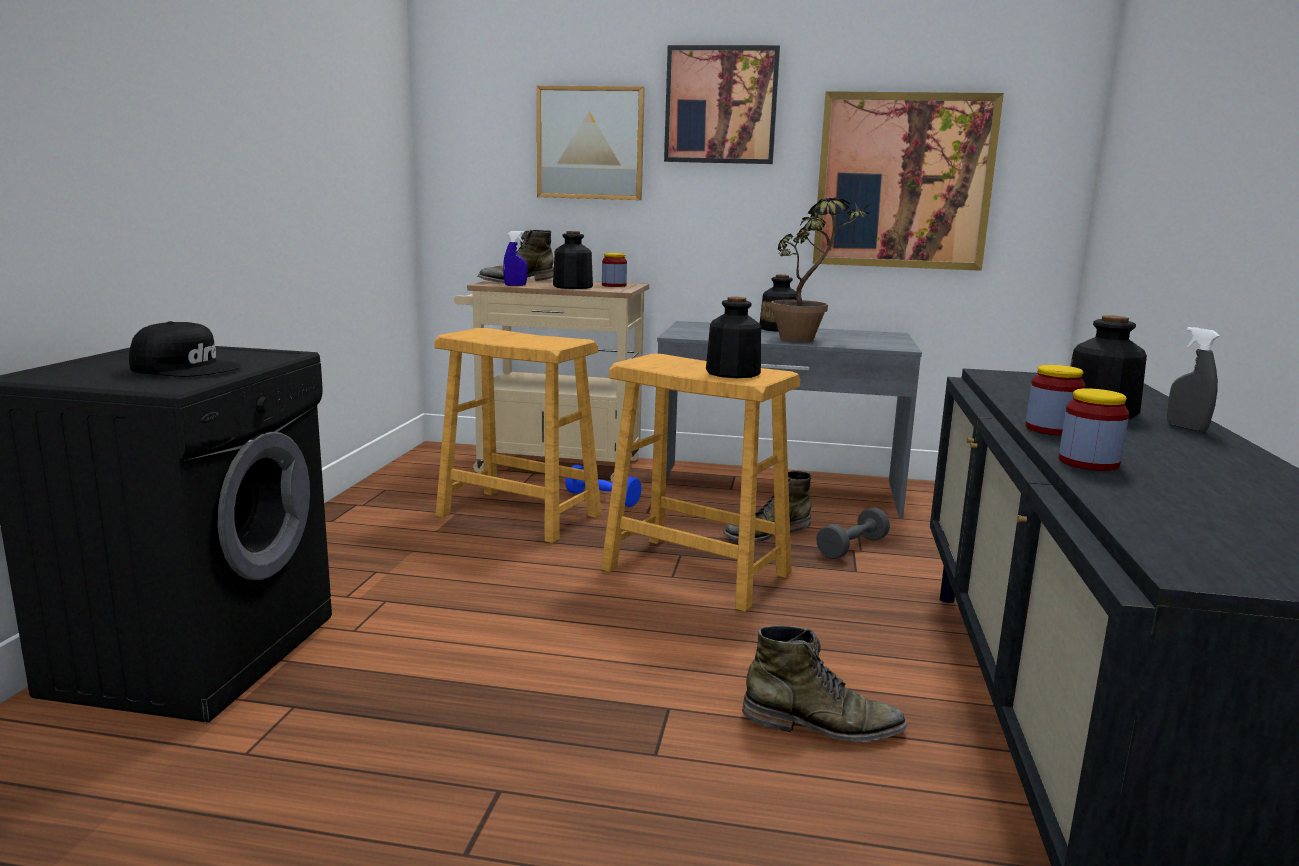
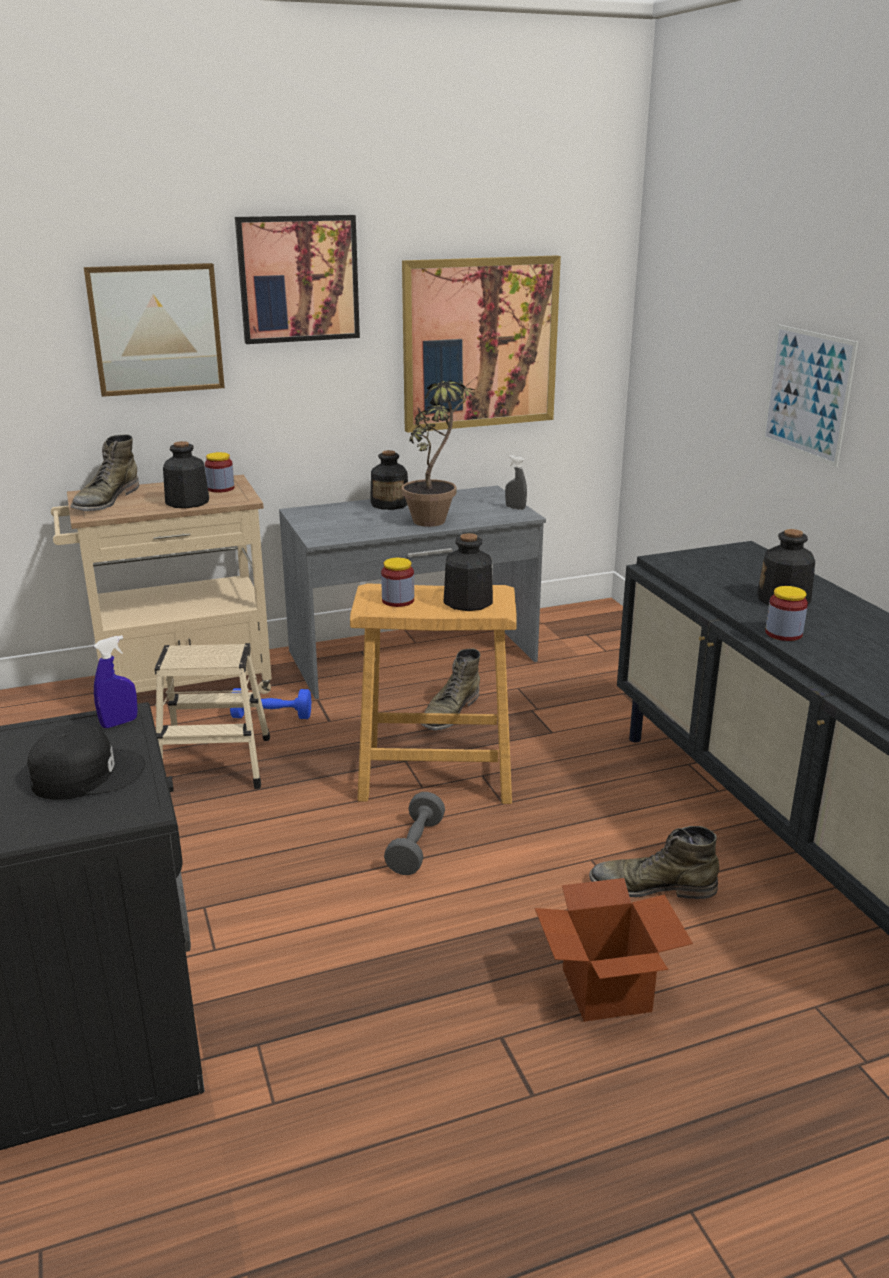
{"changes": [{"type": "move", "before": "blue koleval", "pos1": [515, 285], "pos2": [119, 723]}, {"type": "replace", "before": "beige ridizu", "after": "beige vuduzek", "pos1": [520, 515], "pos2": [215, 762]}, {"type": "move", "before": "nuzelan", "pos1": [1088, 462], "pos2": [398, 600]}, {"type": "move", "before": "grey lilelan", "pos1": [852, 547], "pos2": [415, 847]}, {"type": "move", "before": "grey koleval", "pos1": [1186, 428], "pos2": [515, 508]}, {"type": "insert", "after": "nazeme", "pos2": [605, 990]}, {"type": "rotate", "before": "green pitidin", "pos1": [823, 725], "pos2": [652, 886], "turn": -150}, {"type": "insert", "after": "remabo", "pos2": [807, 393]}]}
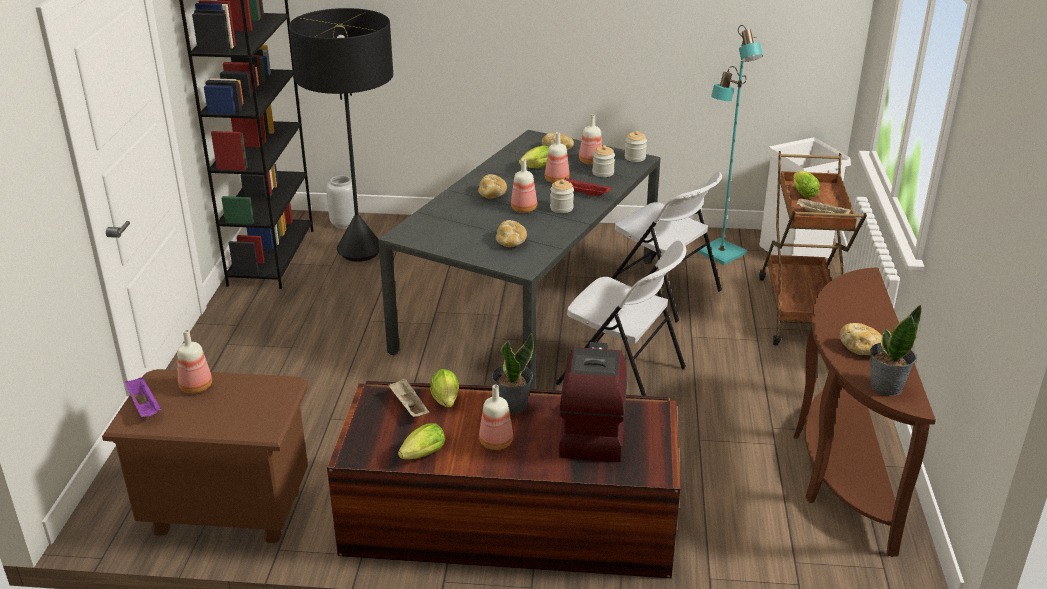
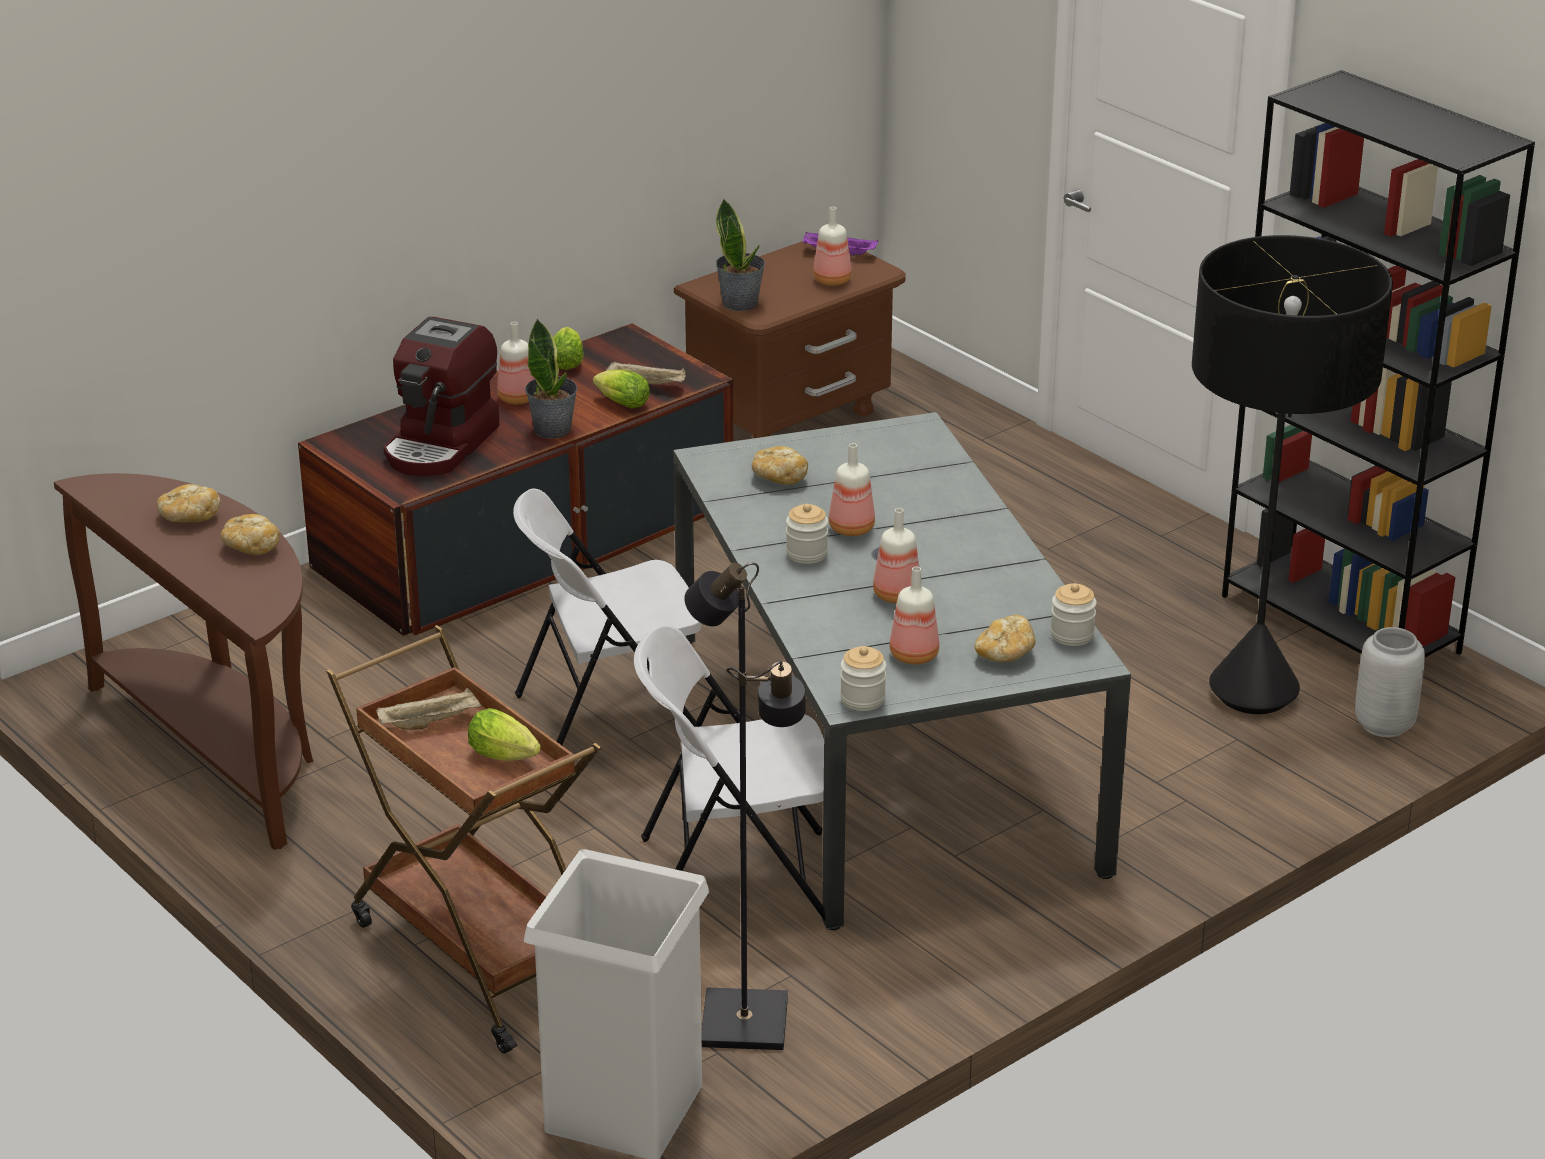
{"changes": [{"type": "move", "before": "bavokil", "pos1": [492, 195], "pos2": [251, 547]}, {"type": "rotate", "before": "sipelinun", "pos1": [591, 431], "pos2": [442, 445], "turn": 60}, {"type": "recolor", "before": "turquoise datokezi", "after": "black datokezi", "pos1": [721, 252], "pos2": [745, 1022]}, {"type": "move", "before": "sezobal", "pos1": [885, 386], "pos2": [740, 303]}, {"type": "move", "before": "nuzelan", "pos1": [603, 173], "pos2": [1072, 635]}, {"type": "delete", "before": "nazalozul", "pos1": [535, 168]}, {"type": "delete", "before": "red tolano", "pos1": [584, 194]}]}
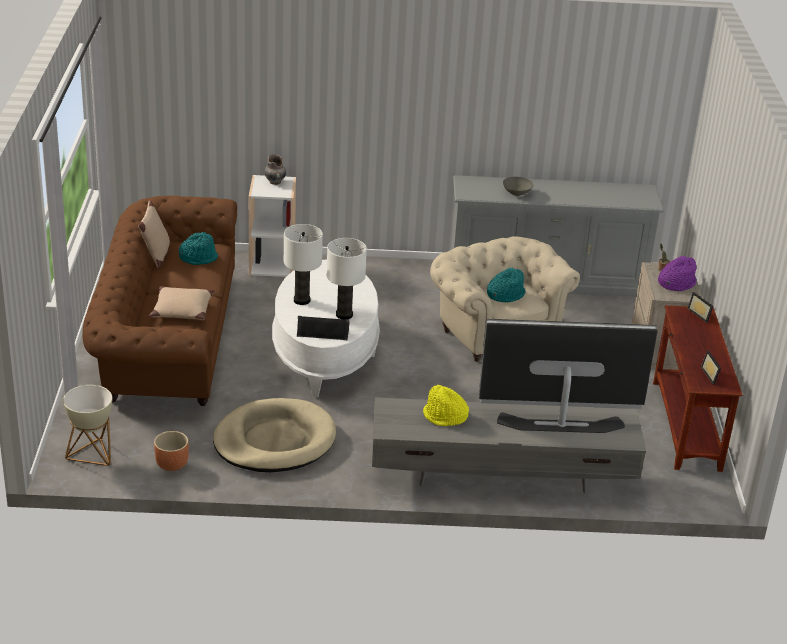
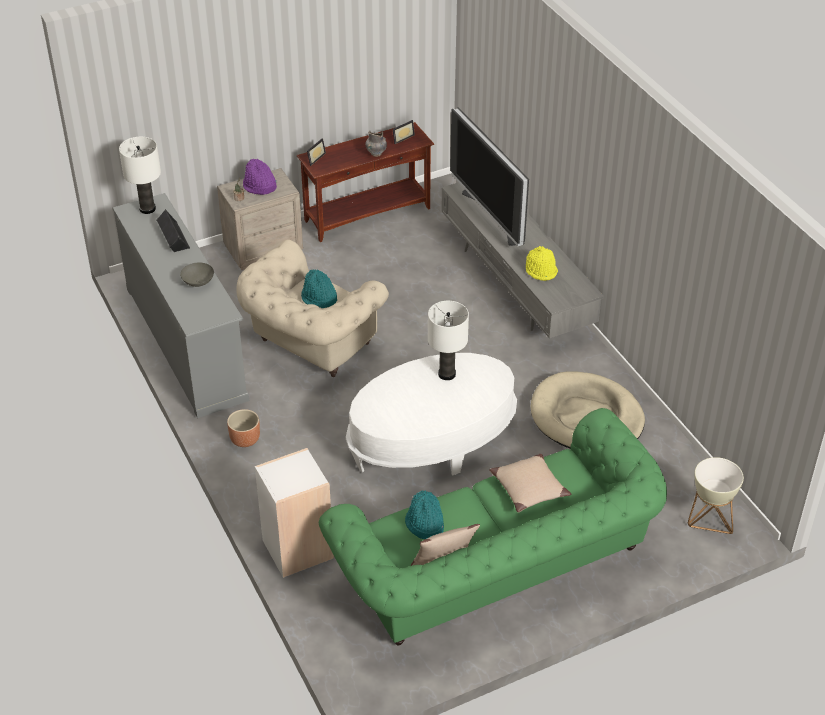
{"changes": [{"type": "move", "before": "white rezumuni", "pos1": [302, 300], "pos2": [147, 209]}, {"type": "move", "before": "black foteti", "pos1": [323, 332], "pos2": [172, 237]}, {"type": "move", "before": "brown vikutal", "pos1": [172, 465], "pos2": [245, 439]}, {"type": "recolor", "before": "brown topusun", "after": "green topusun", "pos1": [166, 335], "pos2": [498, 566]}, {"type": "move", "before": "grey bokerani", "pos1": [275, 182], "pos2": [376, 153]}]}
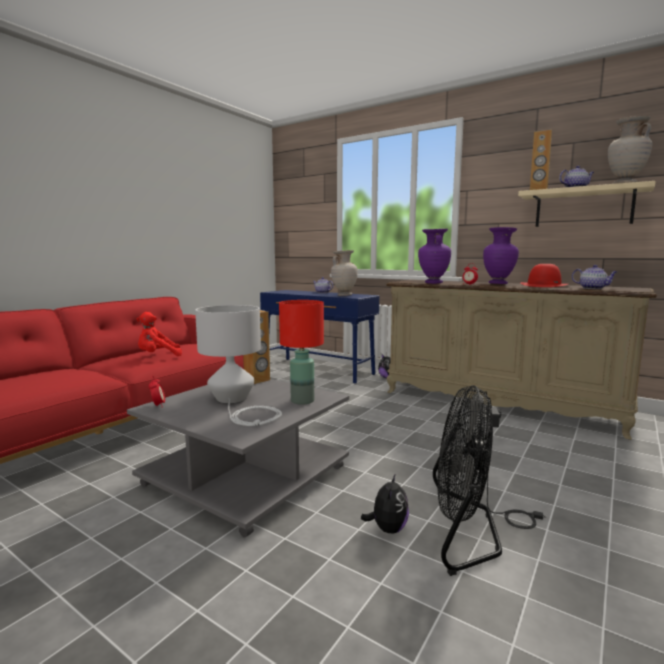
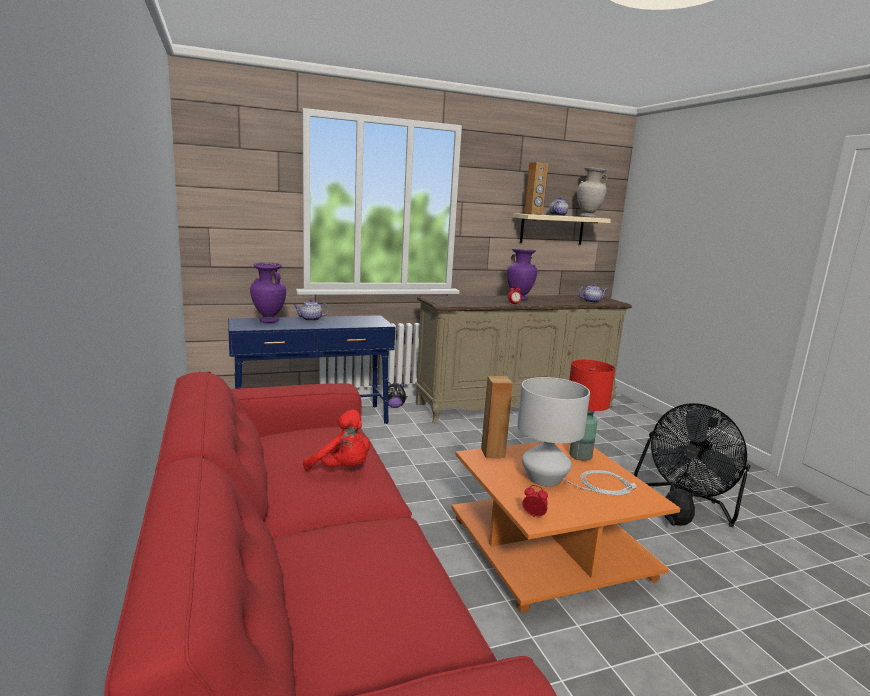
{"changes": [{"type": "move", "before": "purple bokerani", "pos1": [433, 283], "pos2": [268, 321]}, {"type": "rotate", "before": "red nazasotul", "pos1": [158, 356], "pos2": [342, 469], "turn": -75}, {"type": "recolor", "before": "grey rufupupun", "after": "orange rufupupun", "pos1": [246, 475], "pos2": [547, 548]}, {"type": "delete", "before": "beige bokerani", "pos1": [344, 295]}, {"type": "delete", "before": "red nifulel", "pos1": [544, 285]}]}
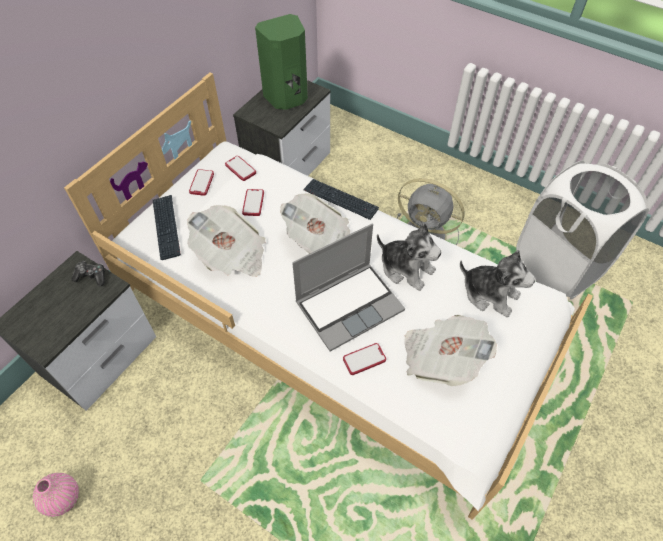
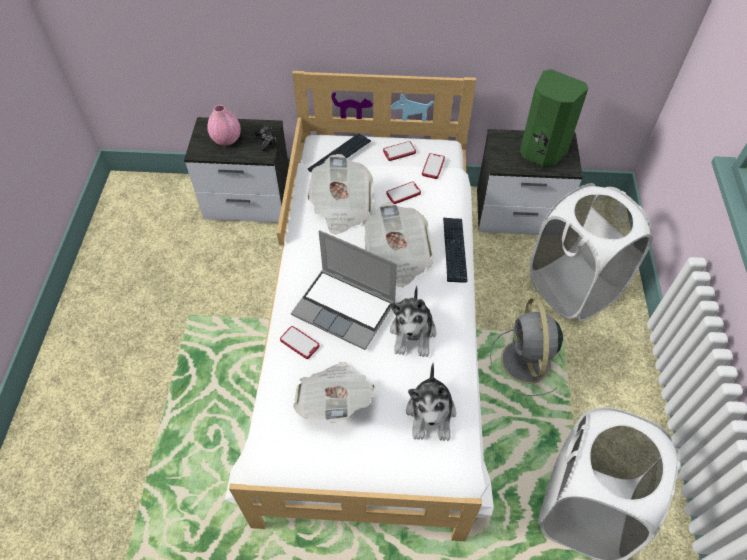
{"changes": [{"type": "move", "before": "pink bokerani", "pos1": [63, 498], "pos2": [226, 139]}, {"type": "insert", "after": "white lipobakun", "pos2": [572, 288]}]}
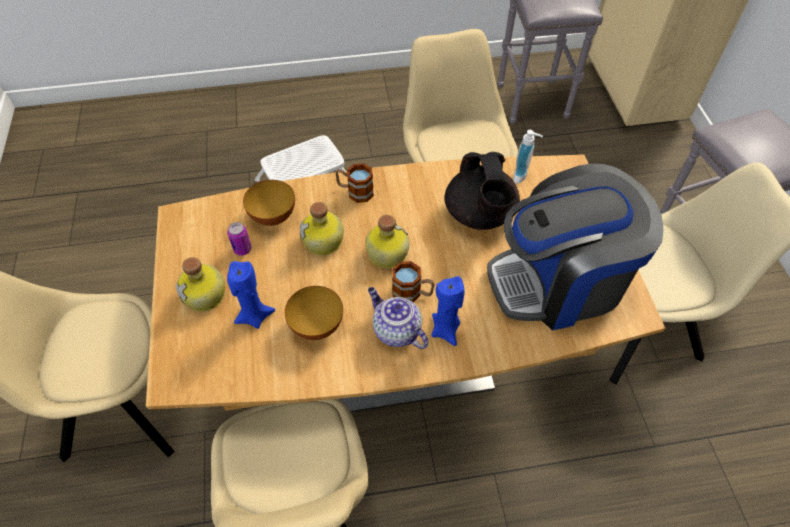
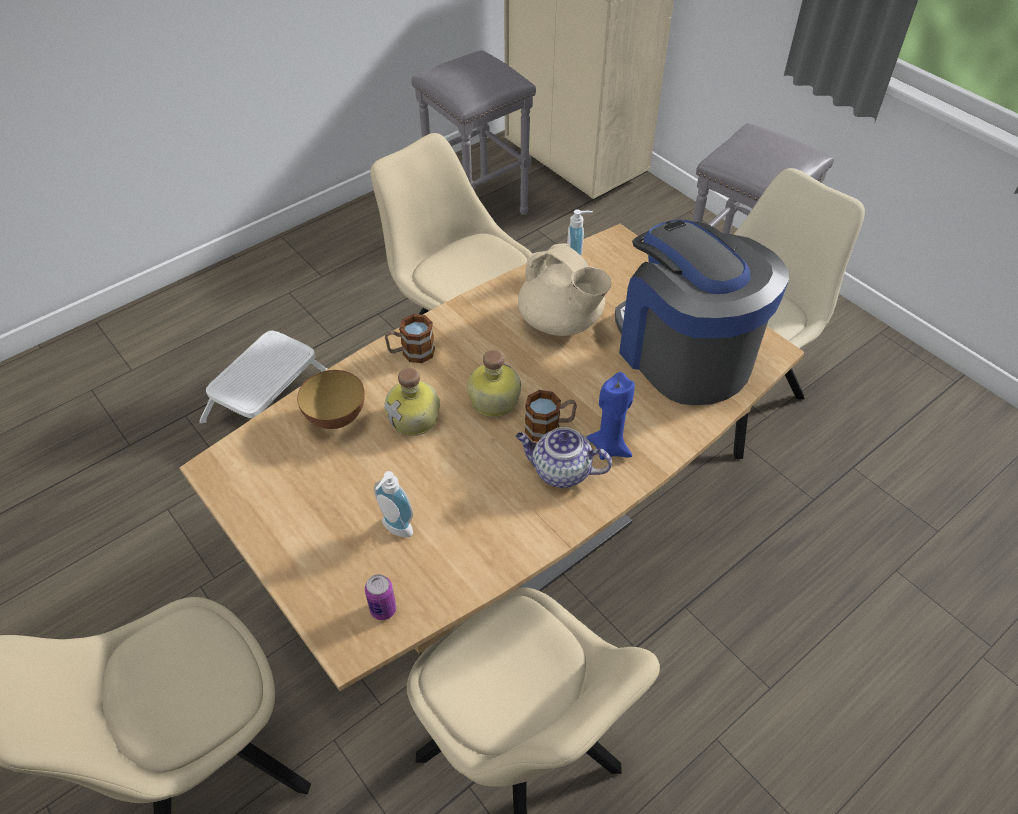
{"changes": [{"type": "move", "before": "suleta", "pos1": [242, 249], "pos2": [383, 609]}, {"type": "replace", "before": "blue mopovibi", "after": "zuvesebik", "pos1": [254, 316], "pos2": [394, 530]}, {"type": "recolor", "before": "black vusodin", "after": "beige vusodin", "pos1": [480, 215], "pos2": [561, 322]}, {"type": "rotate", "before": "sipelinun", "pos1": [559, 282], "pos2": [683, 353], "turn": 105}, {"type": "delete", "before": "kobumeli", "pos1": [206, 295]}, {"type": "delete", "before": "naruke", "pos1": [317, 326]}]}
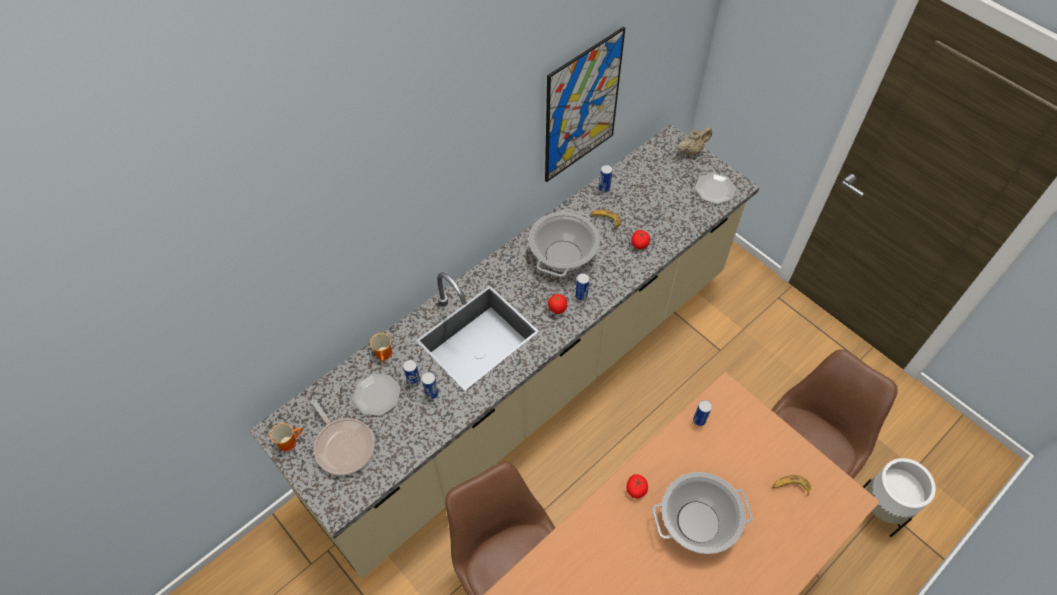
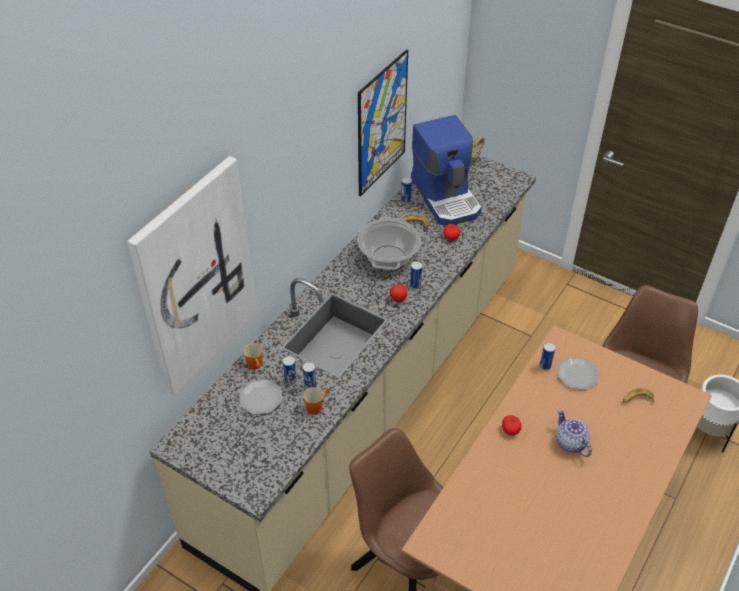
{"changes": [{"type": "insert", "after": "remabo", "pos2": [195, 278]}, {"type": "move", "before": "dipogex", "pos1": [289, 441], "pos2": [315, 406]}, {"type": "insert", "after": "sipelinun", "pos2": [446, 197]}, {"type": "replace", "before": "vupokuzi", "after": "vusodin", "pos1": [697, 522], "pos2": [570, 443]}, {"type": "move", "before": "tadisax", "pos1": [715, 189], "pos2": [577, 374]}, {"type": "delete", "before": "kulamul", "pos1": [343, 445]}]}
